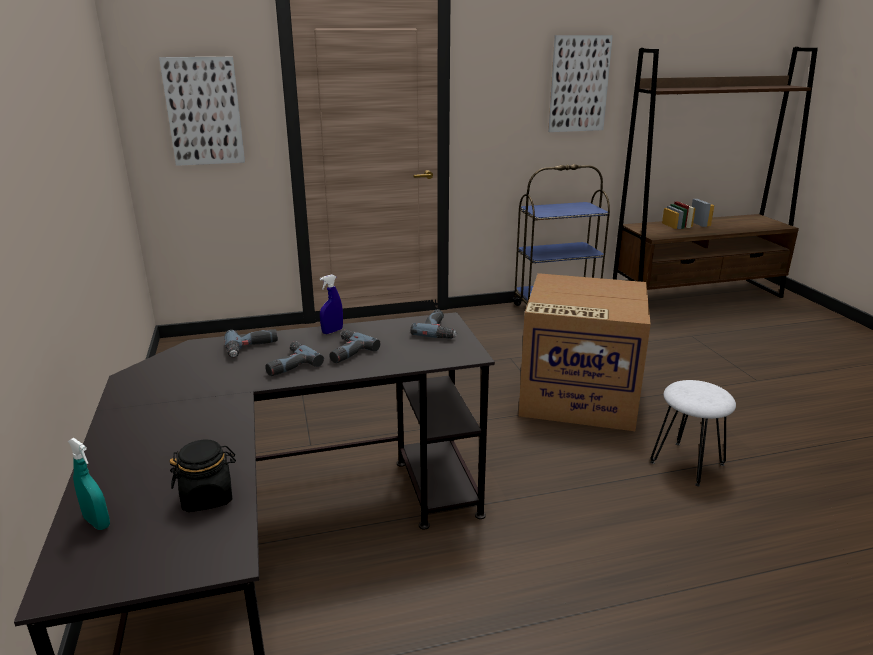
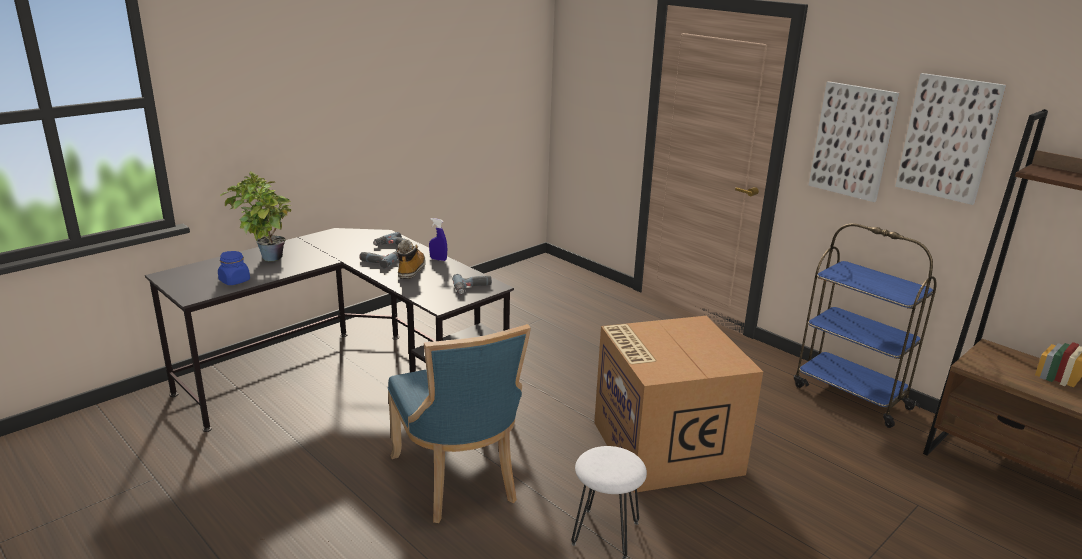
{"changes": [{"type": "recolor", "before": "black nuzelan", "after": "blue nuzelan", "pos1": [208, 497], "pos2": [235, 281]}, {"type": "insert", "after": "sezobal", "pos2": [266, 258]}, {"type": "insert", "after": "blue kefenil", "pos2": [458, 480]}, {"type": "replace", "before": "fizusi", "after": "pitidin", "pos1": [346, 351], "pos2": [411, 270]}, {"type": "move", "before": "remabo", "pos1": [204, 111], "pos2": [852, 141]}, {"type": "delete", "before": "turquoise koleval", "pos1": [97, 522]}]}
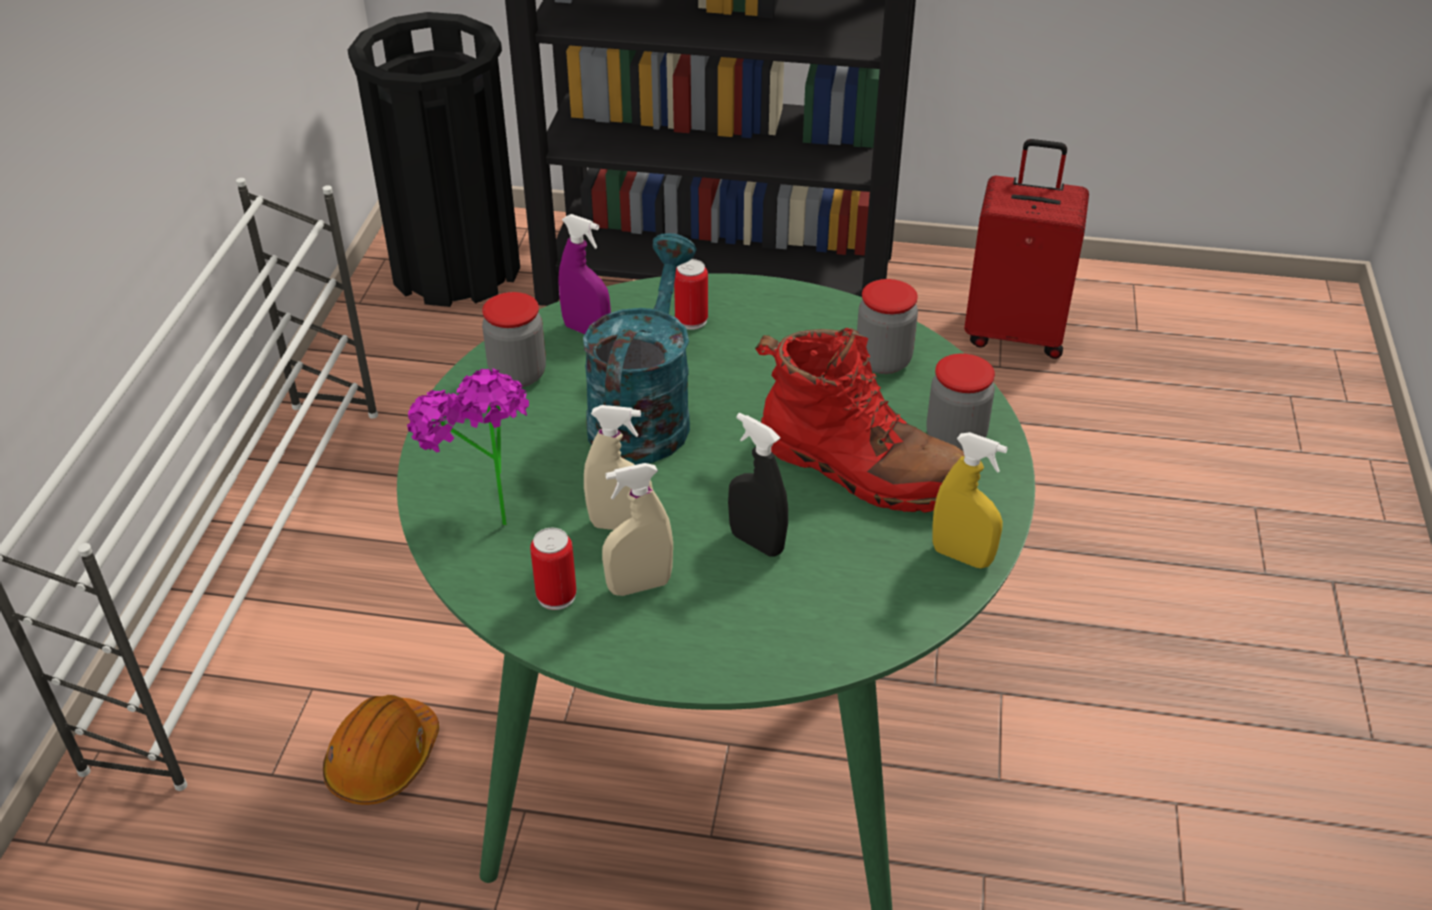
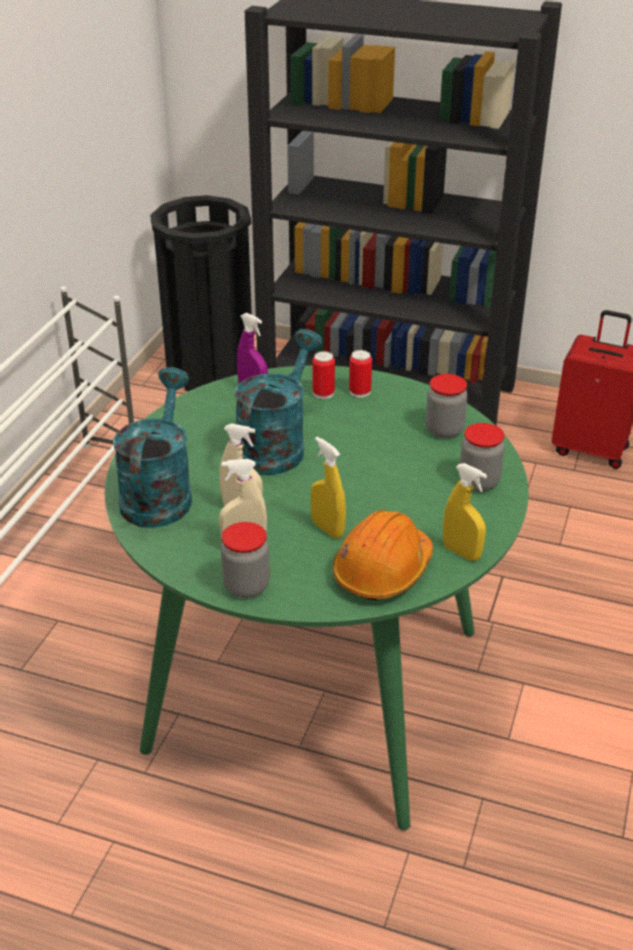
{"changes": [{"type": "replace", "before": "sezobal", "after": "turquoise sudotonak", "pos1": [487, 514], "pos2": [159, 493]}, {"type": "move", "before": "nuzelan", "pos1": [518, 374], "pos2": [246, 586]}, {"type": "recolor", "before": "black koleval", "after": "yellow koleval", "pos1": [756, 542], "pos2": [327, 529]}, {"type": "move", "before": "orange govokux", "pos1": [383, 760], "pos2": [382, 570]}, {"type": "move", "before": "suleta", "pos1": [556, 596], "pos2": [360, 392]}, {"type": "delete", "before": "red pitidin", "pos1": [861, 469]}]}
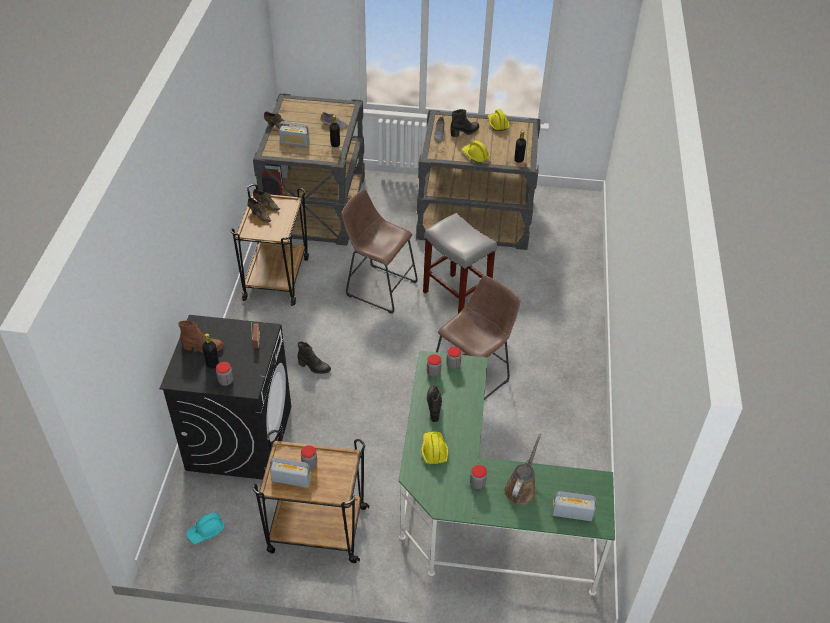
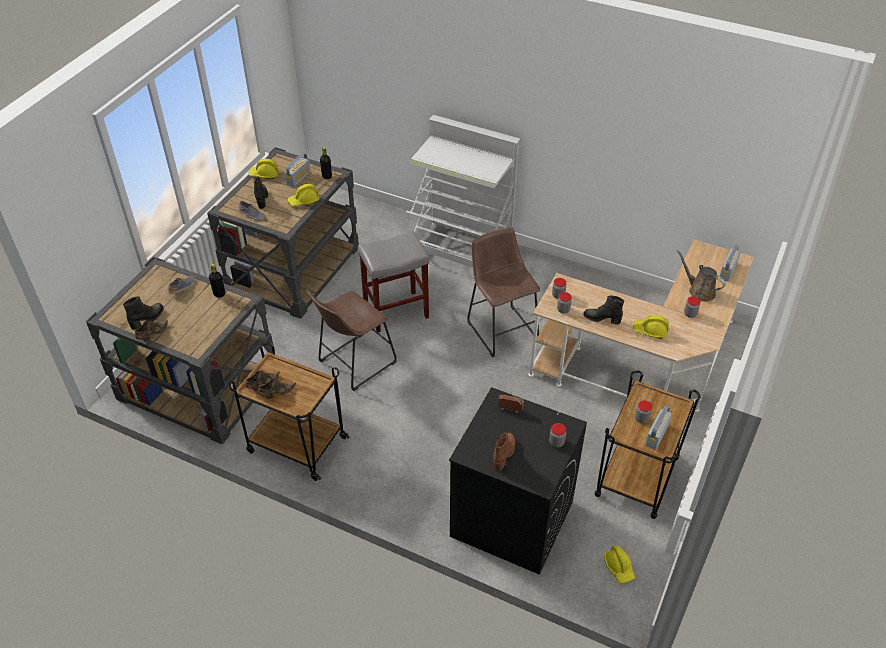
{"changes": [{"type": "move", "before": "black pitidin", "pos1": [314, 367], "pos2": [147, 319]}, {"type": "move", "before": "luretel", "pos1": [295, 142], "pos2": [298, 178]}, {"type": "insert", "after": "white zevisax", "pos2": [460, 250]}, {"type": "recolor", "before": "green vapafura", "after": "beige vapafura", "pos1": [477, 513], "pos2": [645, 365]}, {"type": "recolor", "before": "turquoise govokux", "after": "yellow govokux", "pos1": [206, 531], "pos2": [619, 567]}, {"type": "delete", "before": "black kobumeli", "pos1": [212, 364]}]}
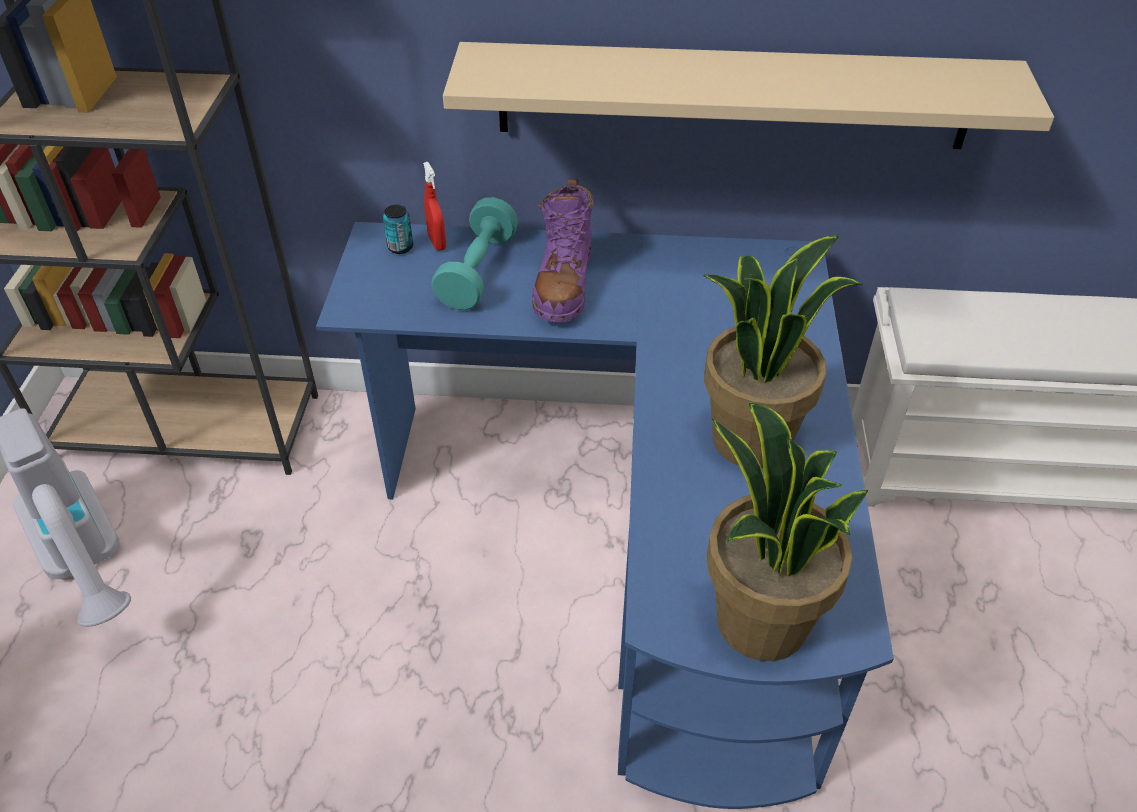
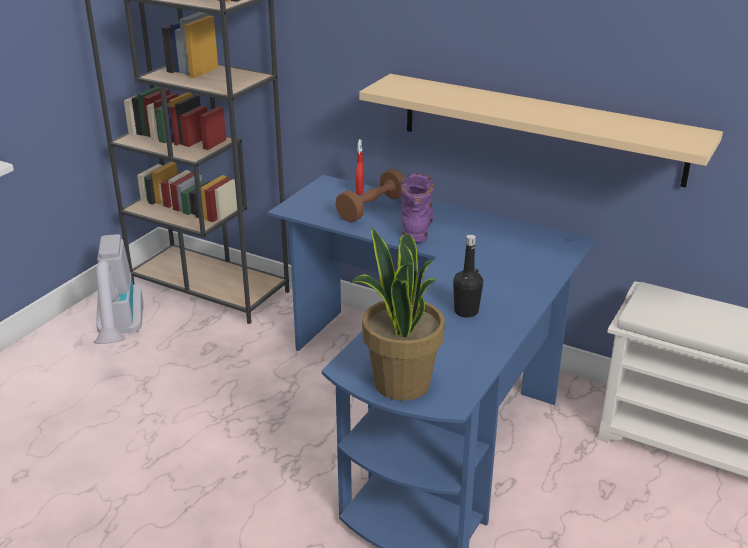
{"changes": [{"type": "recolor", "before": "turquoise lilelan", "after": "brown lilelan", "pos1": [477, 272], "pos2": [372, 208]}, {"type": "rotate", "before": "purple pitidin", "pos1": [563, 284], "pos2": [416, 224], "turn": 150}, {"type": "replace", "before": "sezobal", "after": "black kobumeli", "pos1": [751, 438], "pos2": [466, 311]}, {"type": "delete", "before": "suleta", "pos1": [400, 247]}]}
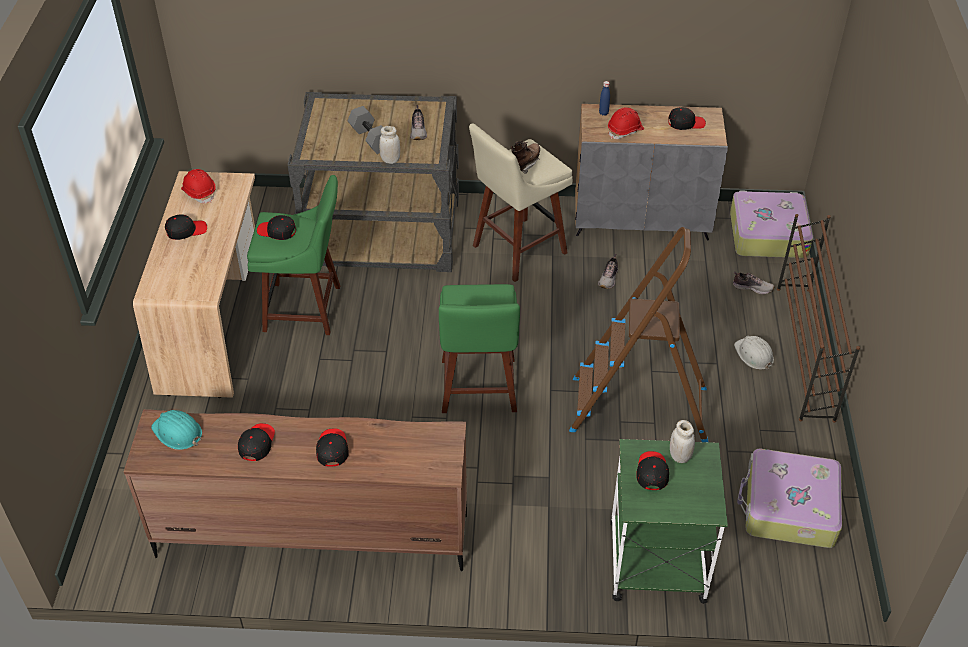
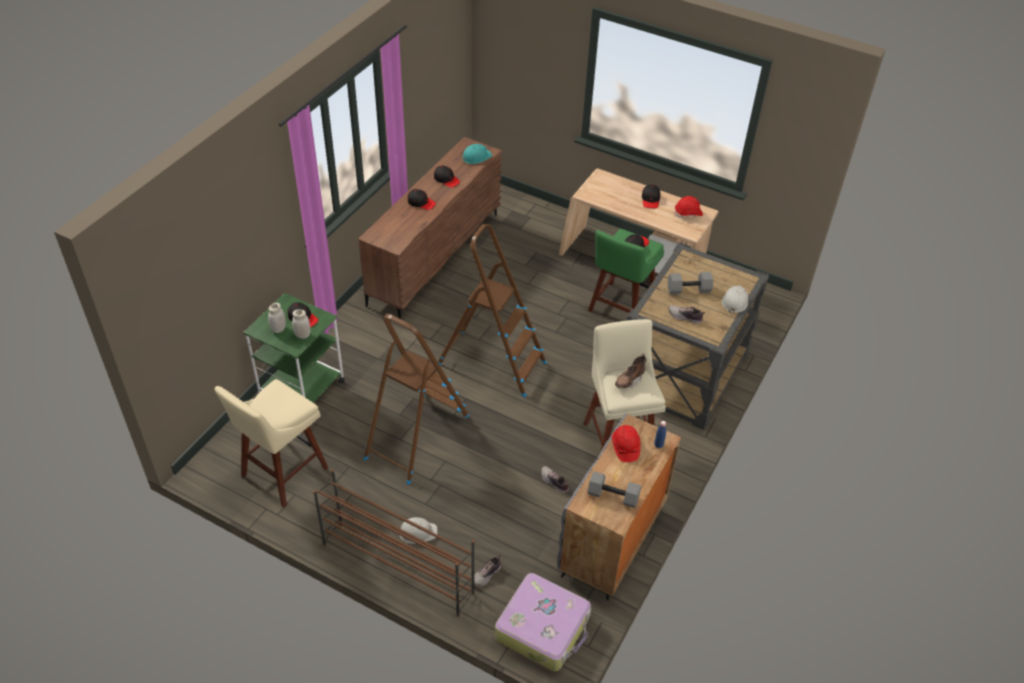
{"changes": [{"type": "replace", "before": "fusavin", "after": "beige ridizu", "pos1": [788, 507], "pos2": [283, 473]}, {"type": "move", "before": "white nuzelan", "pos1": [390, 160], "pos2": [278, 329]}, {"type": "replace", "before": "green ridizu", "after": "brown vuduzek", "pos1": [478, 389], "pos2": [492, 363]}, {"type": "replace", "before": "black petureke", "after": "grey lilelan", "pos1": [686, 123], "pos2": [613, 495]}, {"type": "rotate", "before": "brown pitidin", "pos1": [525, 164], "pos2": [629, 381], "turn": 75}, {"type": "insert", "after": "white govokux", "pos2": [735, 301]}]}
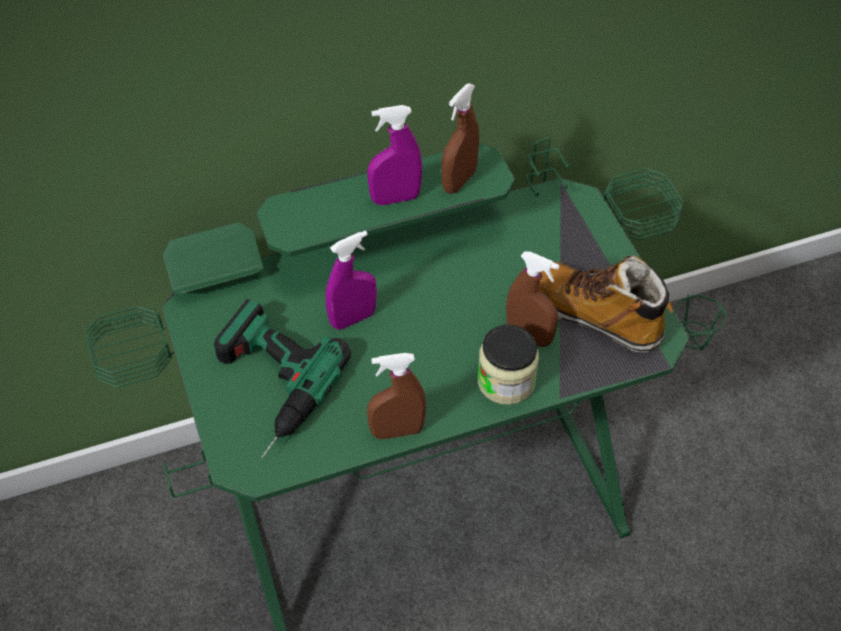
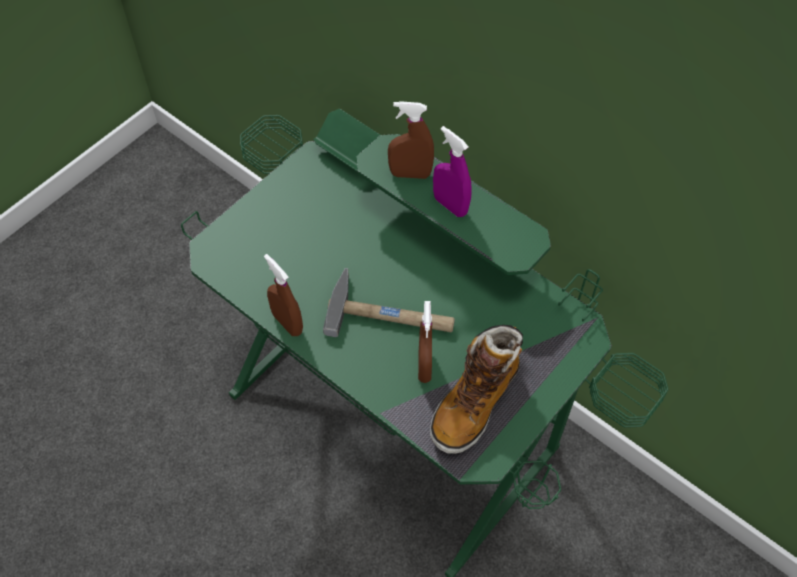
{"changes": [{"type": "insert", "after": "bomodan", "pos2": [391, 314]}, {"type": "move", "before": "brown koleval", "pos1": [459, 181], "pos2": [410, 174]}, {"type": "rotate", "before": "pitidin", "pos1": [595, 315], "pos2": [475, 402], "turn": -150}, {"type": "delete", "before": "fizusi", "pos1": [264, 389]}, {"type": "delete", "before": "purple koleval", "pos1": [353, 319]}, {"type": "delete", "before": "nuzelan", "pos1": [506, 381]}]}
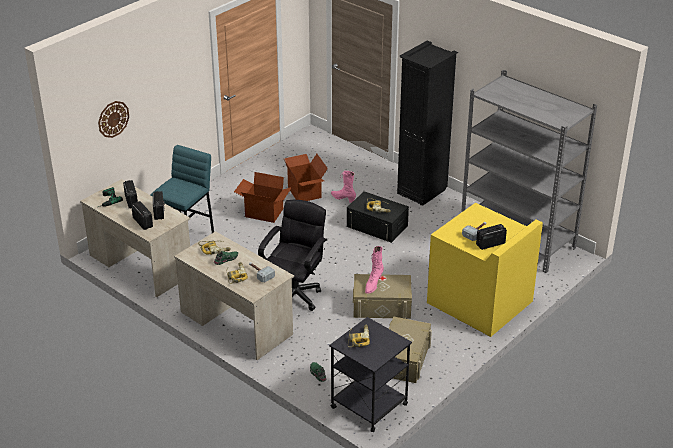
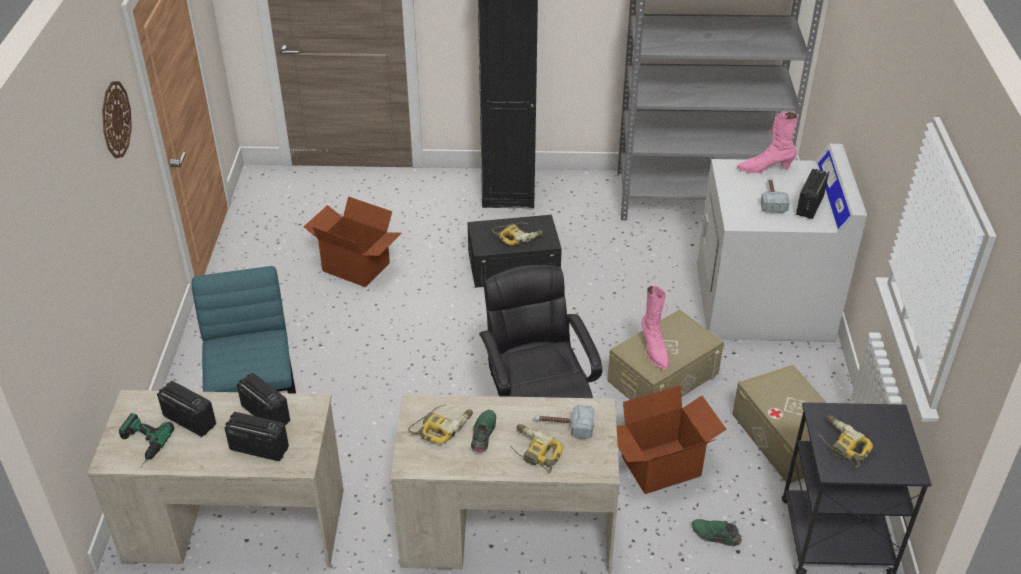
{"changes": [{"type": "move", "before": "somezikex", "pos1": [113, 119], "pos2": [115, 119]}, {"type": "move", "before": "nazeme", "pos1": [264, 213], "pos2": [661, 467]}, {"type": "recolor", "before": "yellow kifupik", "after": "white kifupik", "pos1": [479, 302], "pos2": [763, 302]}, {"type": "move", "before": "pink pitidin", "pos1": [343, 199], "pos2": [764, 169]}]}
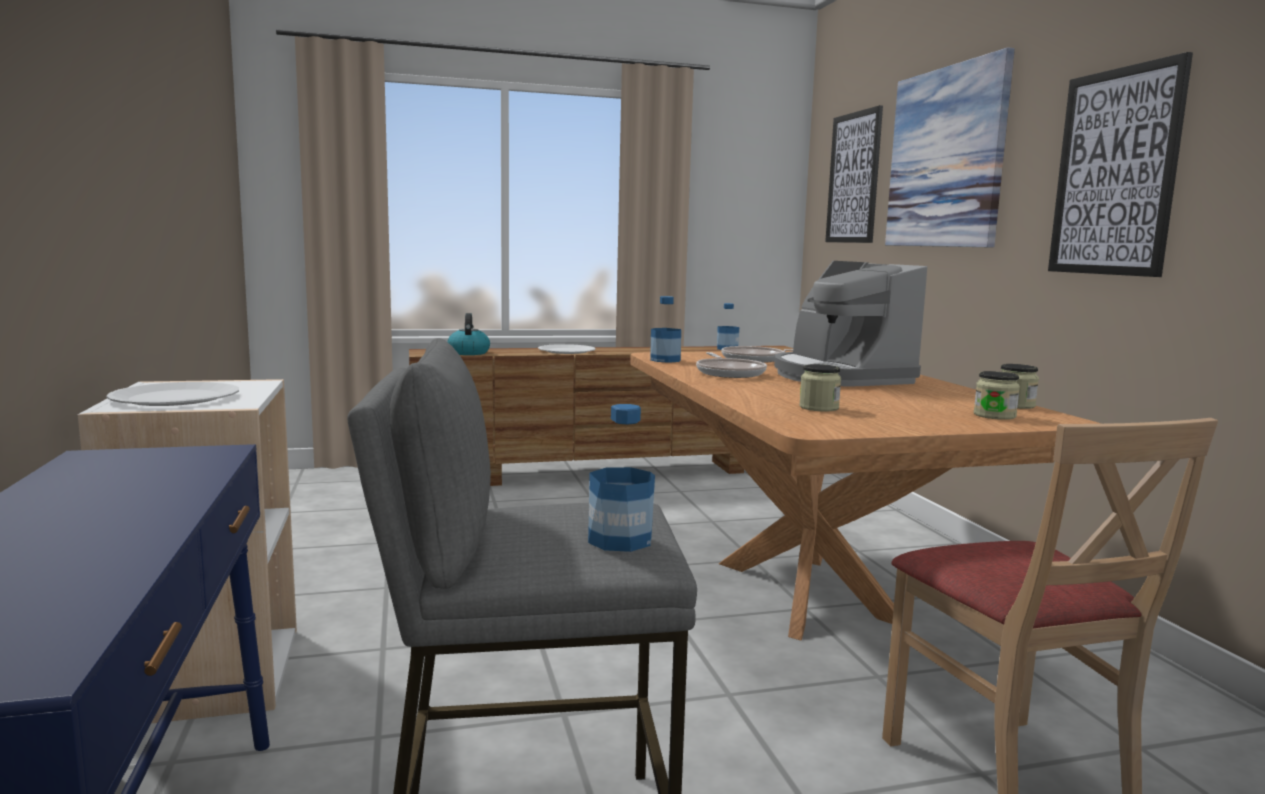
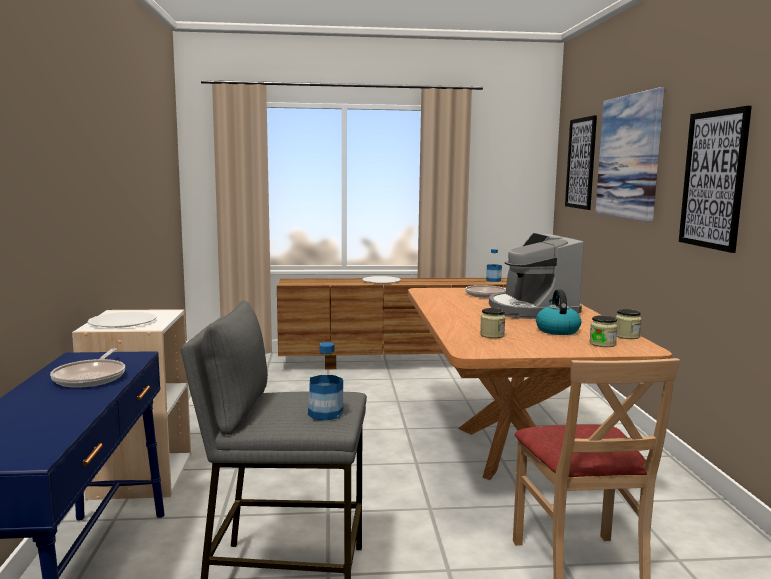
{"changes": [{"type": "move", "before": "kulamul", "pos1": [729, 373], "pos2": [91, 377]}, {"type": "move", "before": "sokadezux", "pos1": [468, 353], "pos2": [557, 330]}, {"type": "delete", "before": "kobumeli", "pos1": [665, 360]}]}
